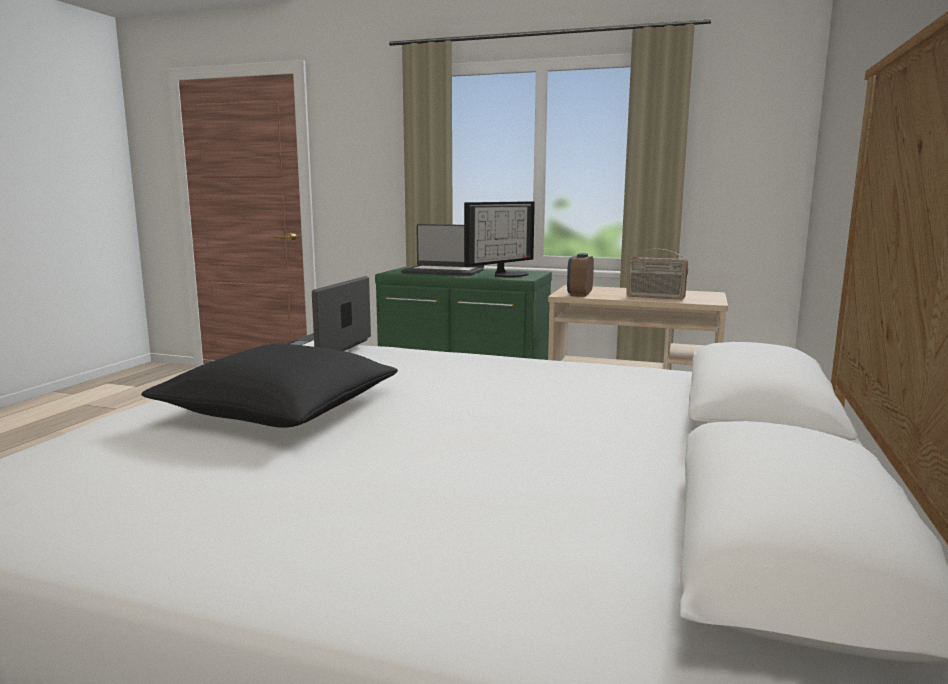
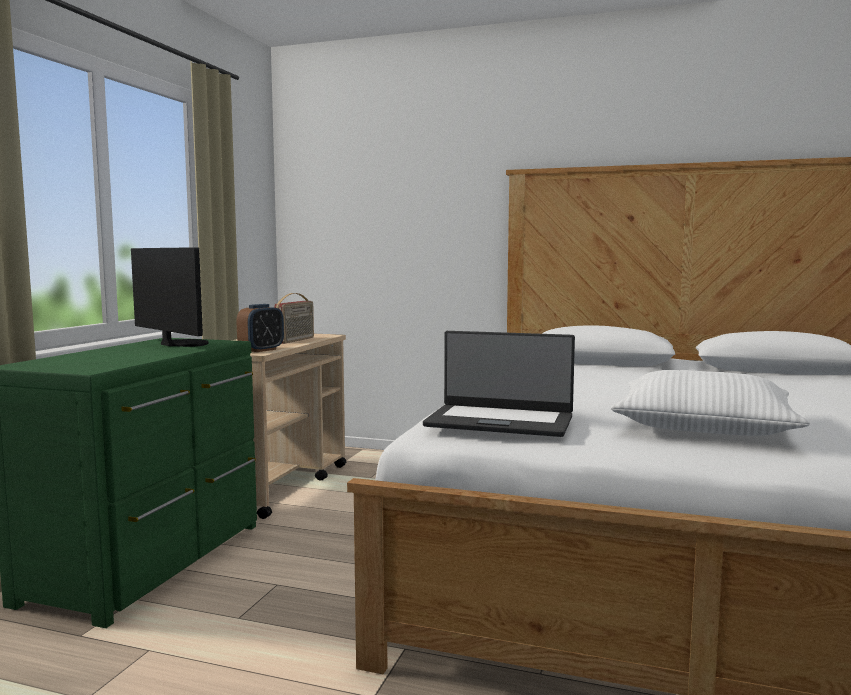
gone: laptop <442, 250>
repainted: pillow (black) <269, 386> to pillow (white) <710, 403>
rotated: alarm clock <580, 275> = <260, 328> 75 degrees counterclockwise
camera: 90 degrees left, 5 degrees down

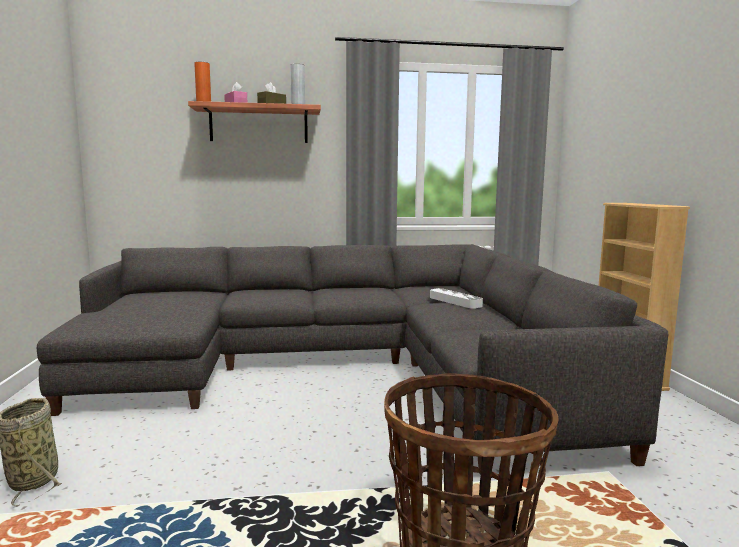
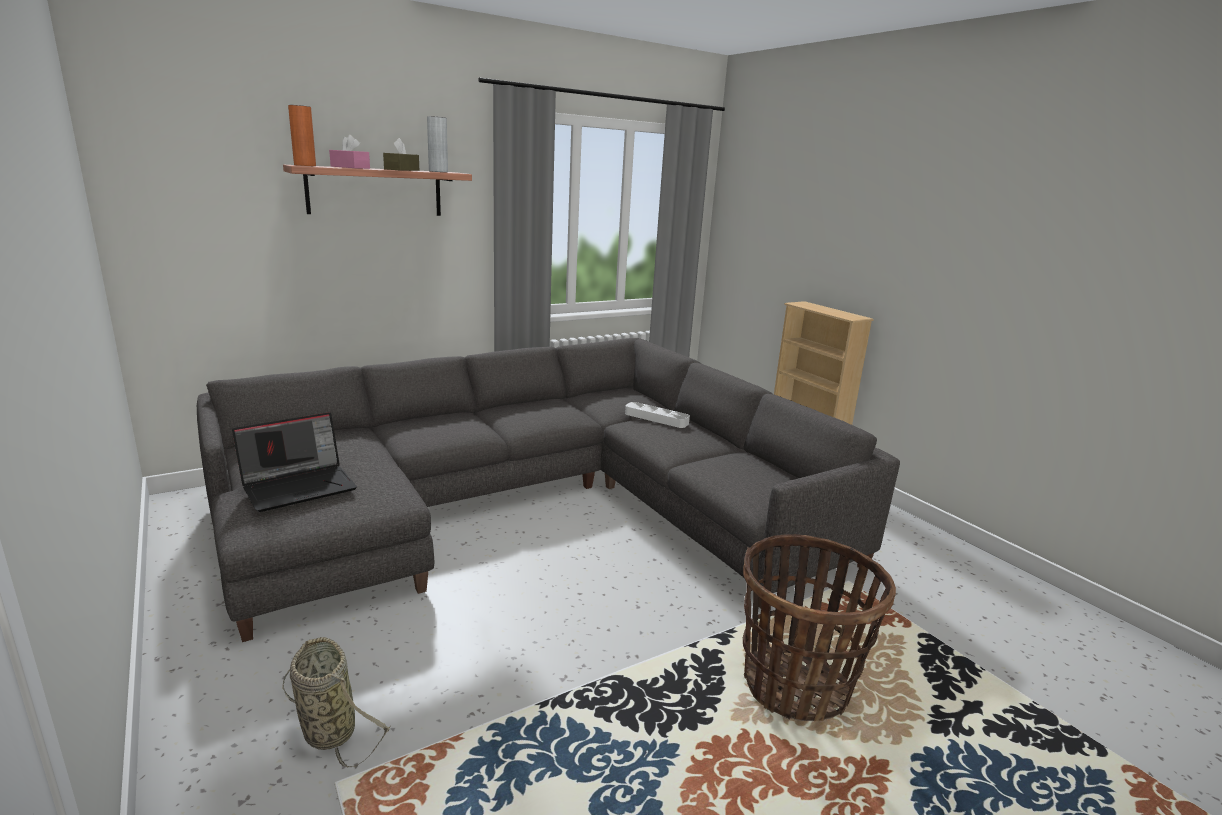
new: laptop <294, 462>
camera: 25 degrees left, 10 degrees up

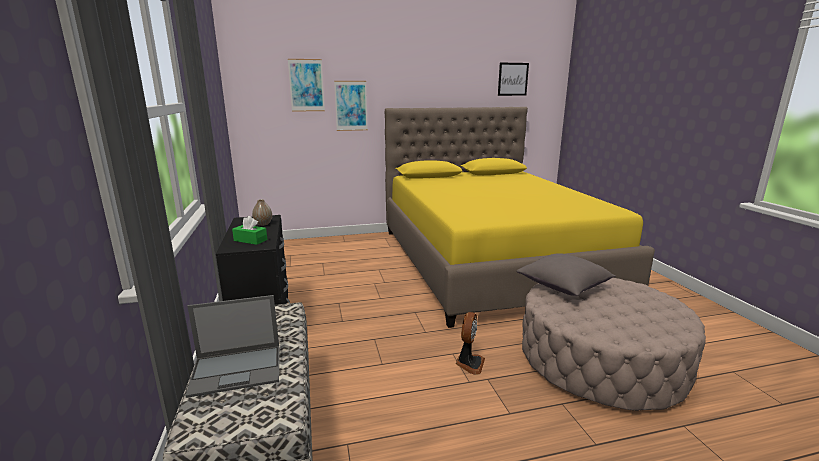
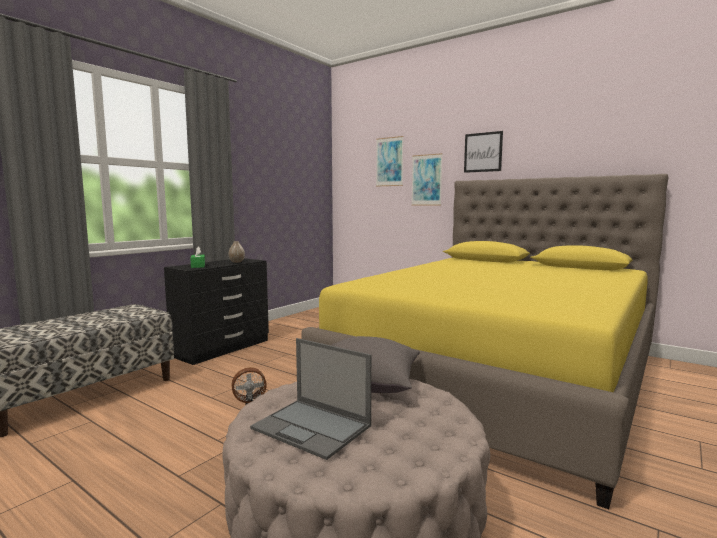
shifted: laptop <232, 346> to <310, 399>; picture <513, 79> to <483, 152>
camera: 50 degrees right, 10 degrees down

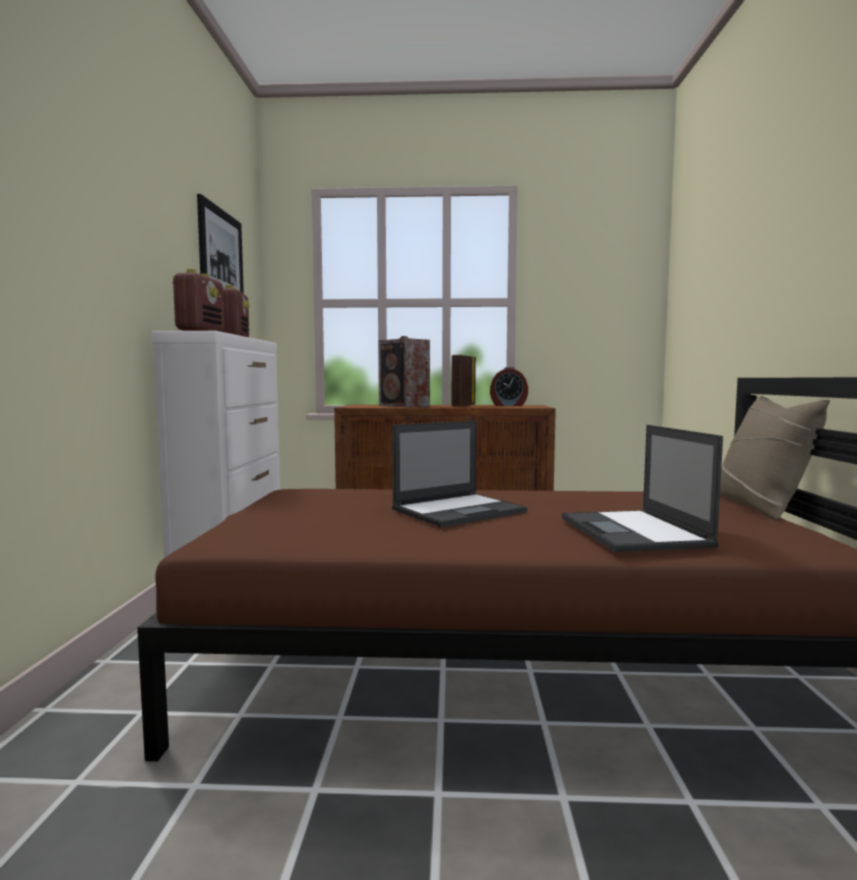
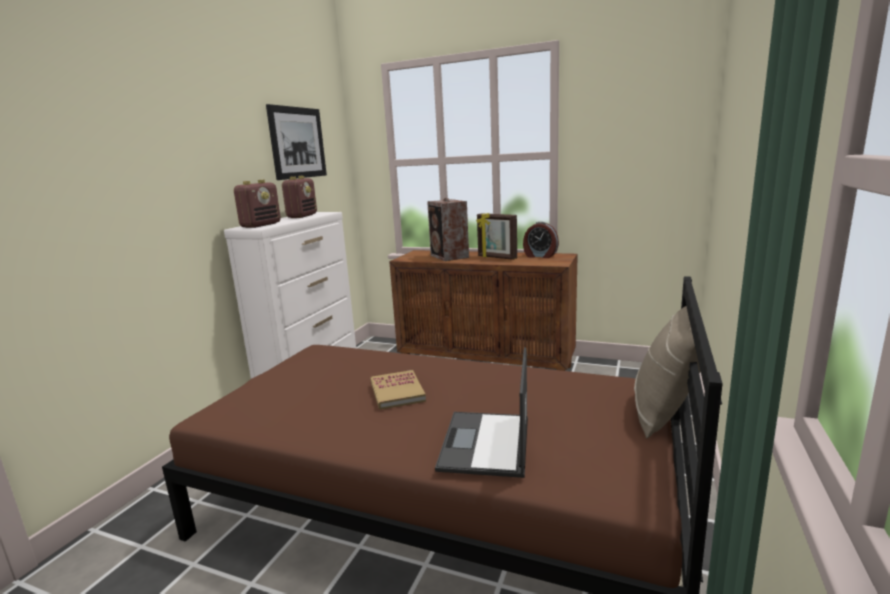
swapped: laptop <459, 474> to book <398, 390>
rotated: picture frame <464, 380> = <496, 236> 90 degrees counterclockwise
camera: 20 degrees right, 10 degrees up

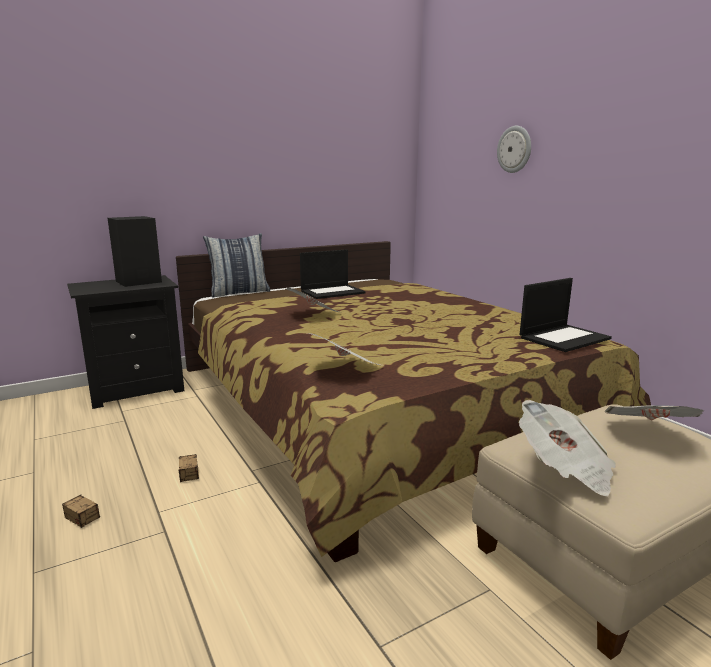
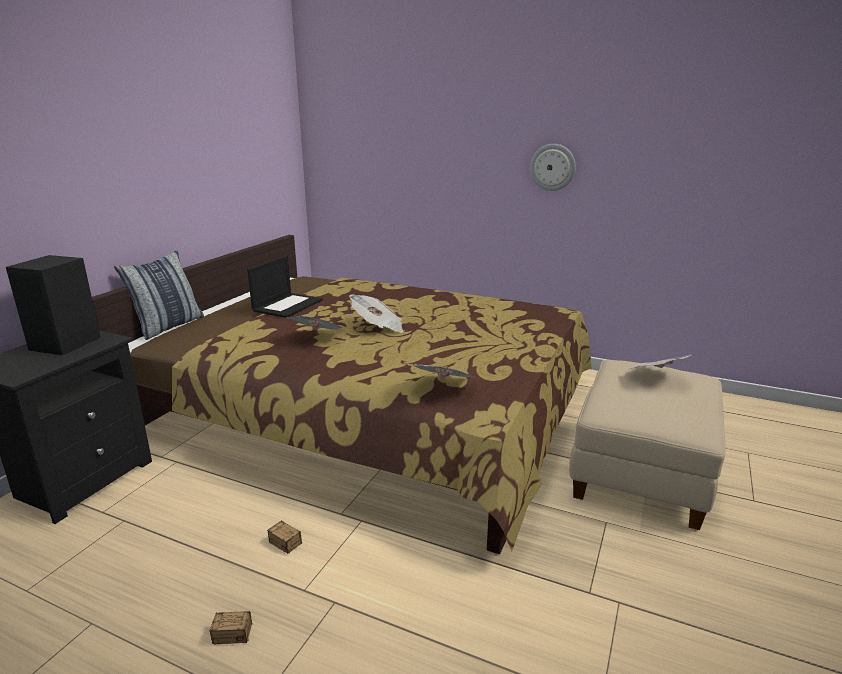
gone: laptop <566, 315>
shifted: newspaper <567, 448> to <376, 313>; wall clock <514, 149> to <553, 167>
camera: 35 degrees left, 5 degrees up

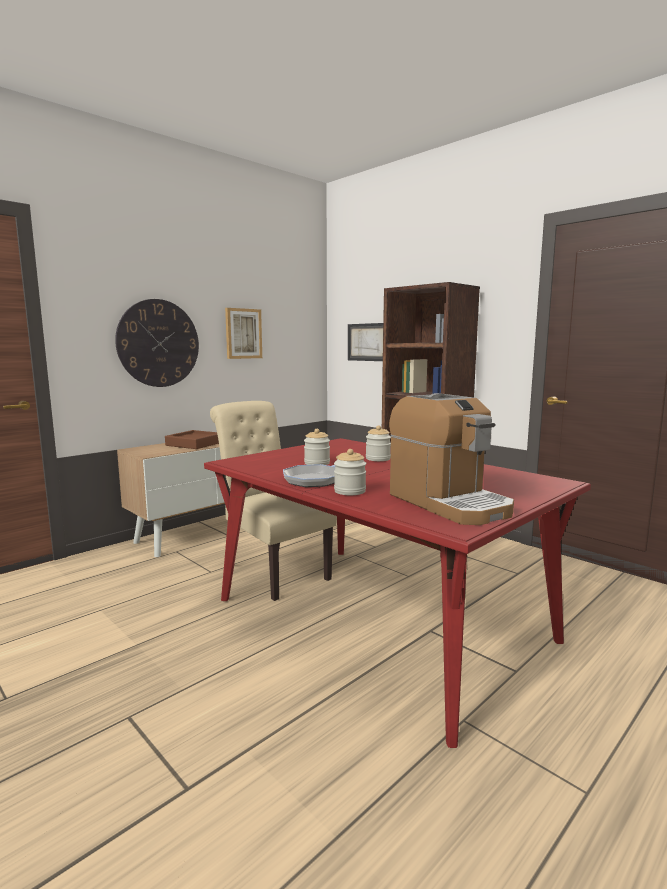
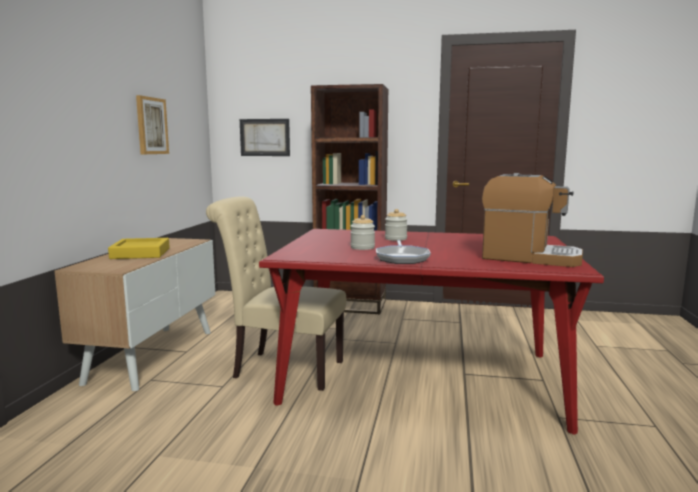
gone: wall clock <157, 343>; jar <350, 472>
repainted: tray (brown) <192, 439> to tray (yellow) <139, 248>
camera: 35 degrees left, 0 degrees up

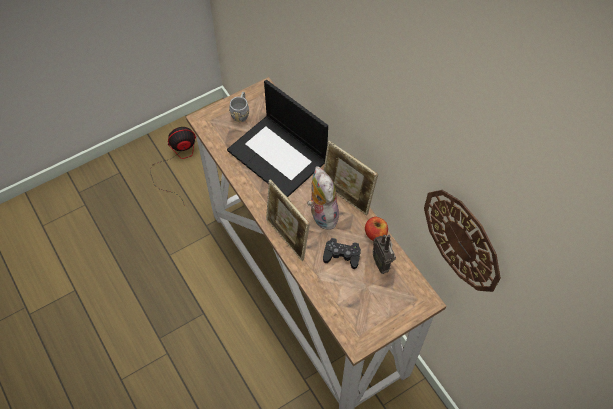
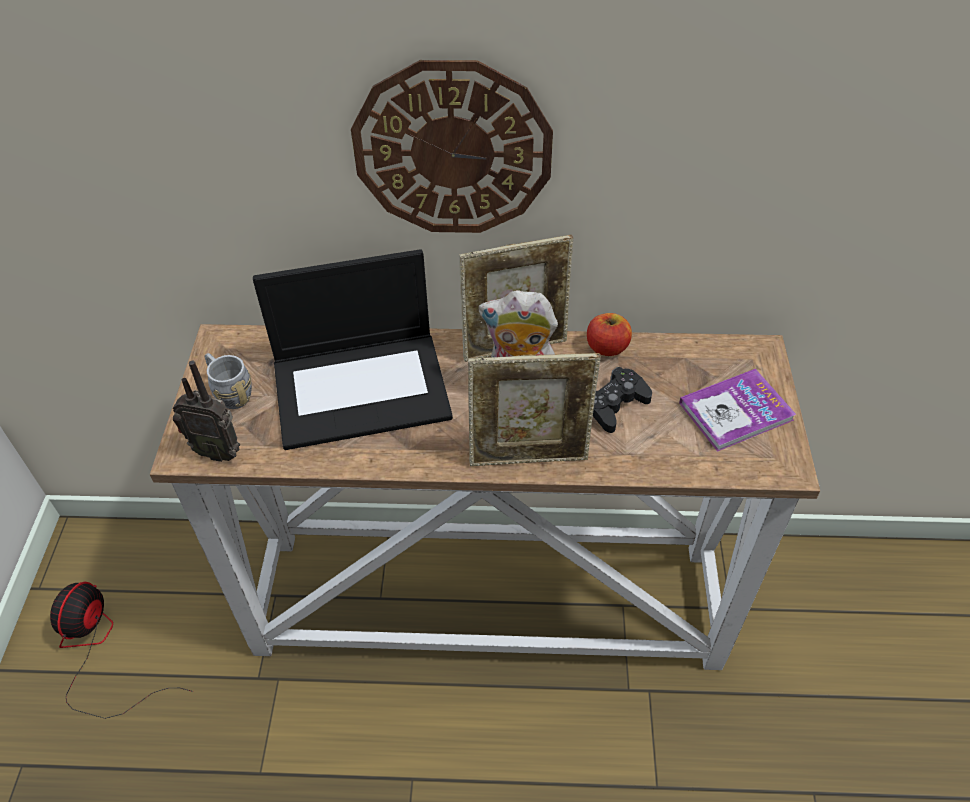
new: book <737, 410>
shifted: radio <384, 254> to <206, 411>; wall clock <462, 241> to <452, 146>
camera: 55 degrees left, 10 degrees down

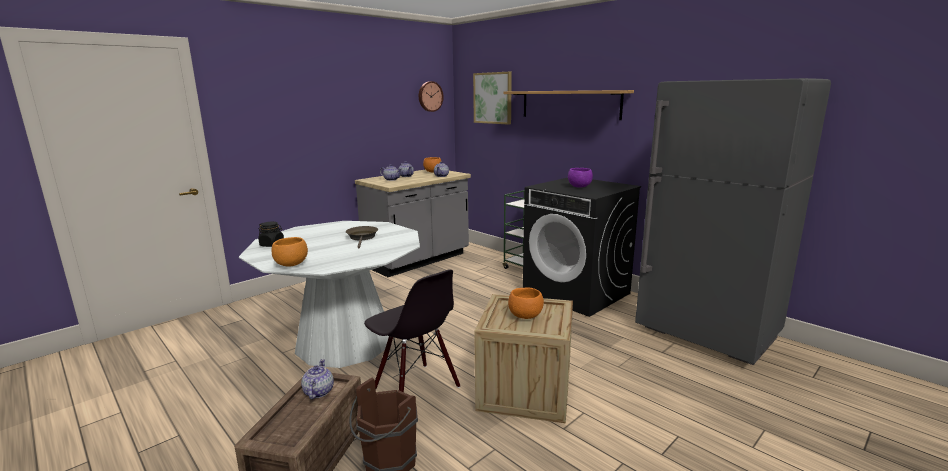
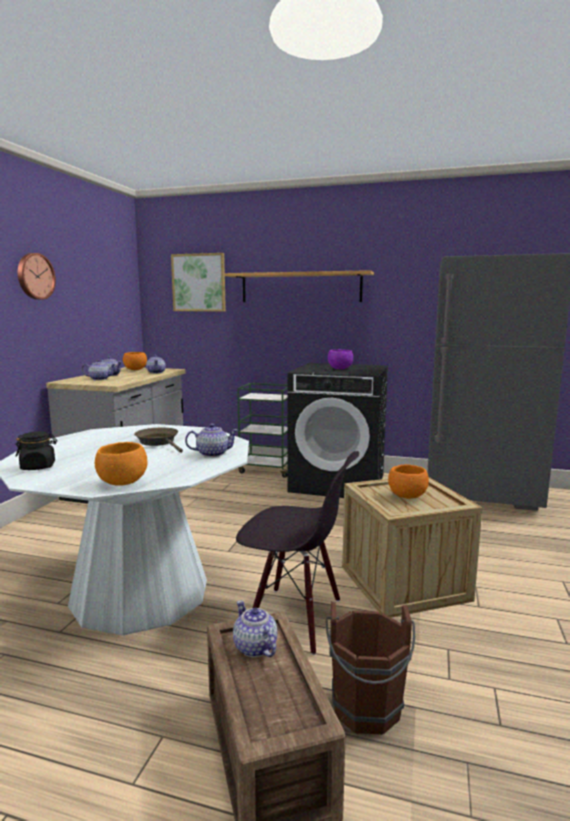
new: teapot <212, 440>
shifted: wall clock <431, 96> to <37, 276>
camera: 30 degrees left, 5 degrees down

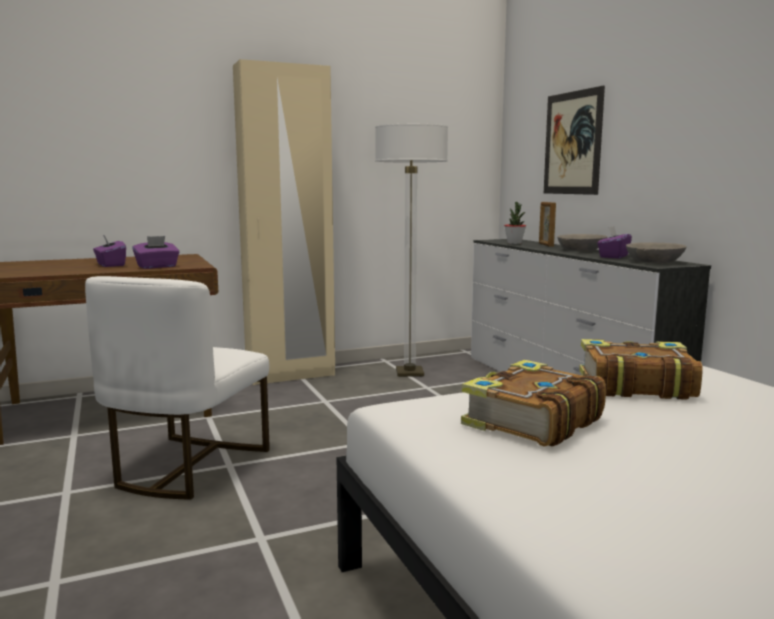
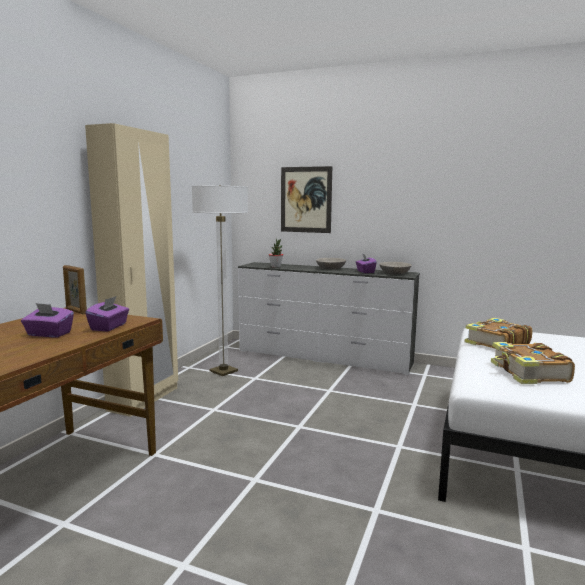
gone: chair (white) <177, 388>
shifted: picture frame <547, 224> to <75, 289>
camera: 45 degrees left, 0 degrees up

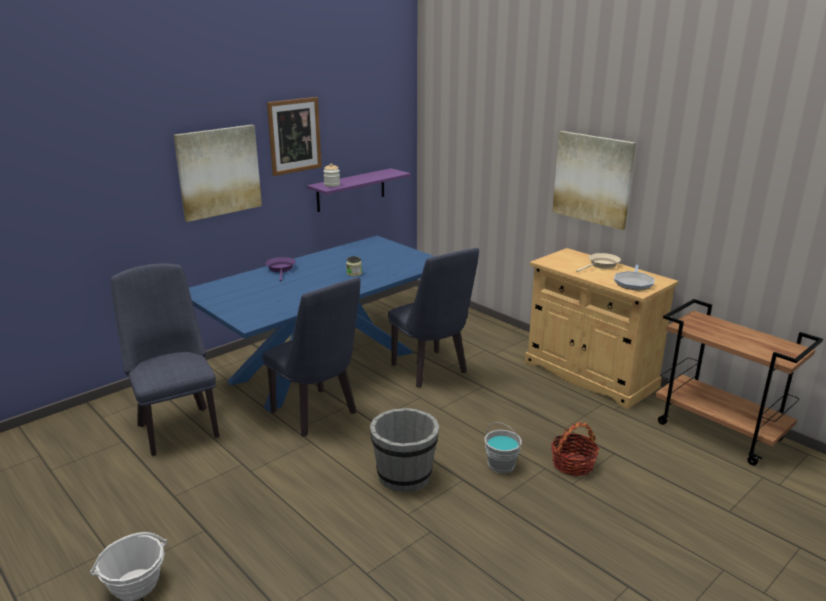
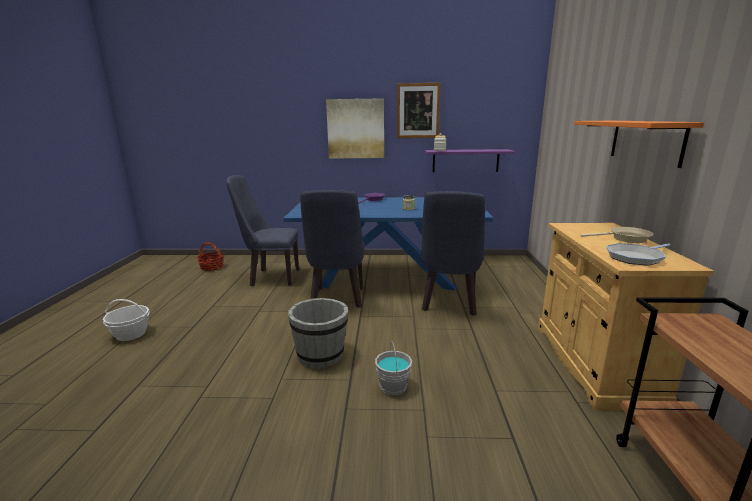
shifted: basket <575, 449> to <210, 256>
swapped: picture <594, 180> to shelf (orange) <639, 144>
rotated: chair (blue) <165, 360> = <262, 231> 105 degrees counterclockwise
camera: 45 degrees right, 5 degrees down

